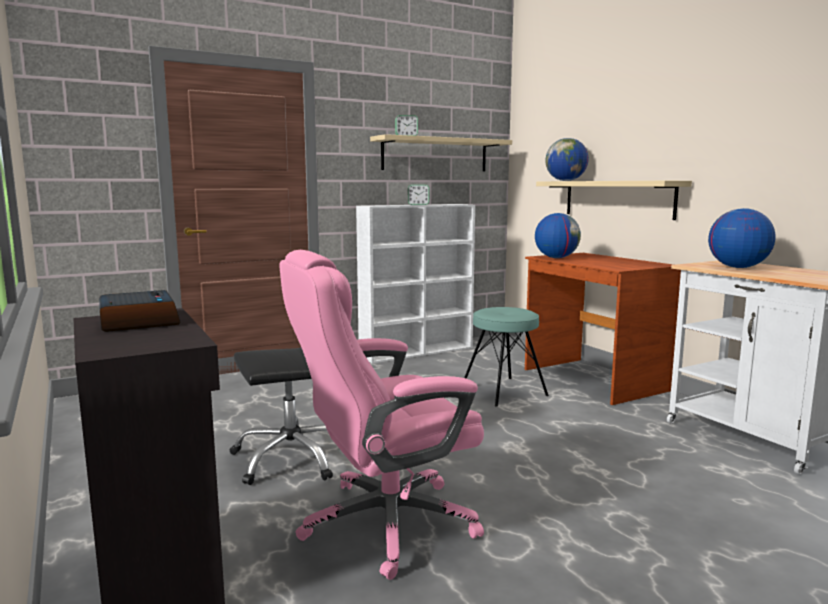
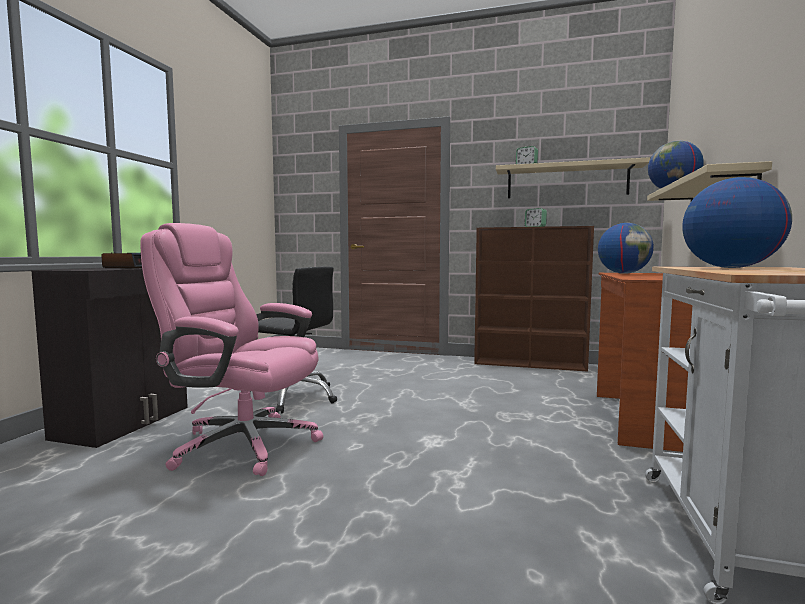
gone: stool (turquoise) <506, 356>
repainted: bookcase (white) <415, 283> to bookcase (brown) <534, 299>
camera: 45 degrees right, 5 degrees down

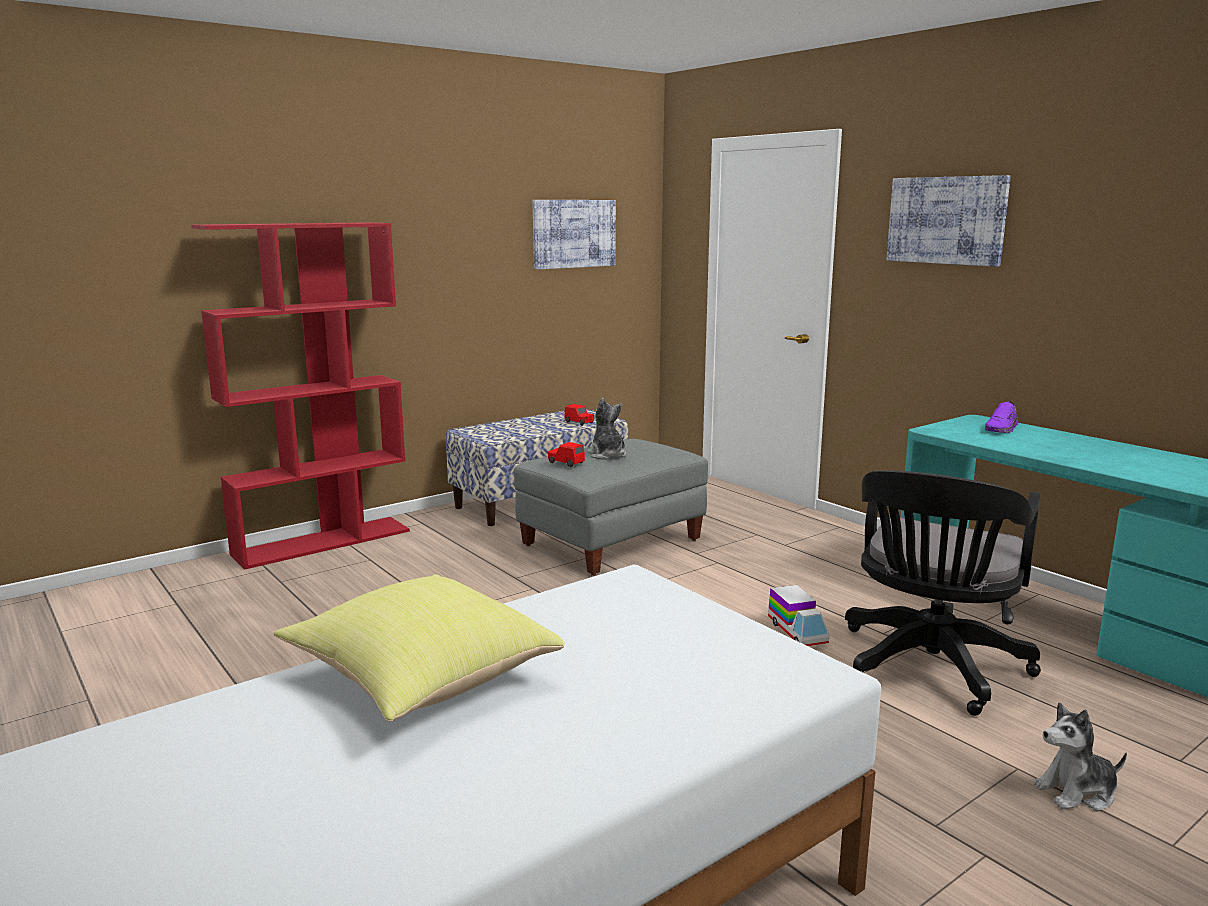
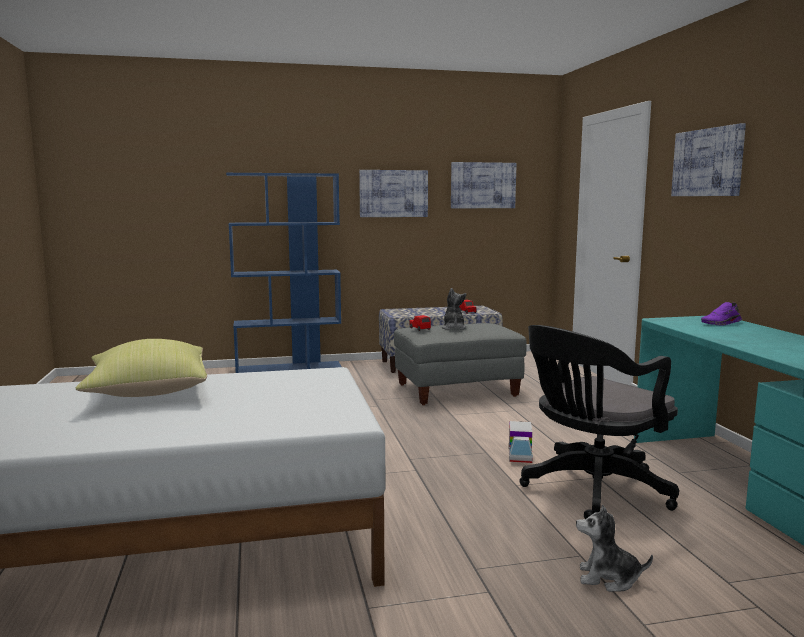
new: picture <393, 193>
repainted: bookcase (red) <300, 396> to bookcase (blue) <283, 273>
camera: 25 degrees right, 5 degrees down

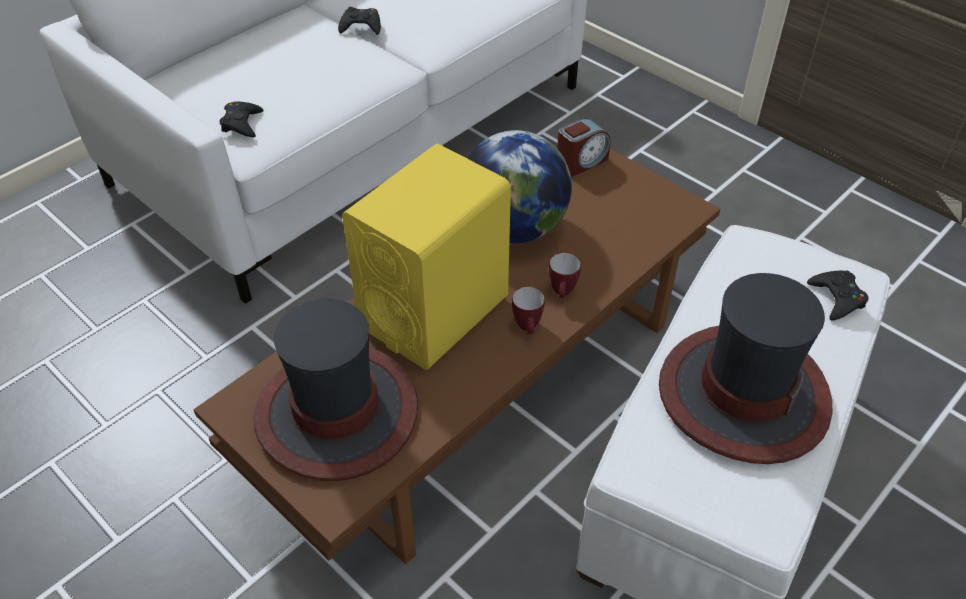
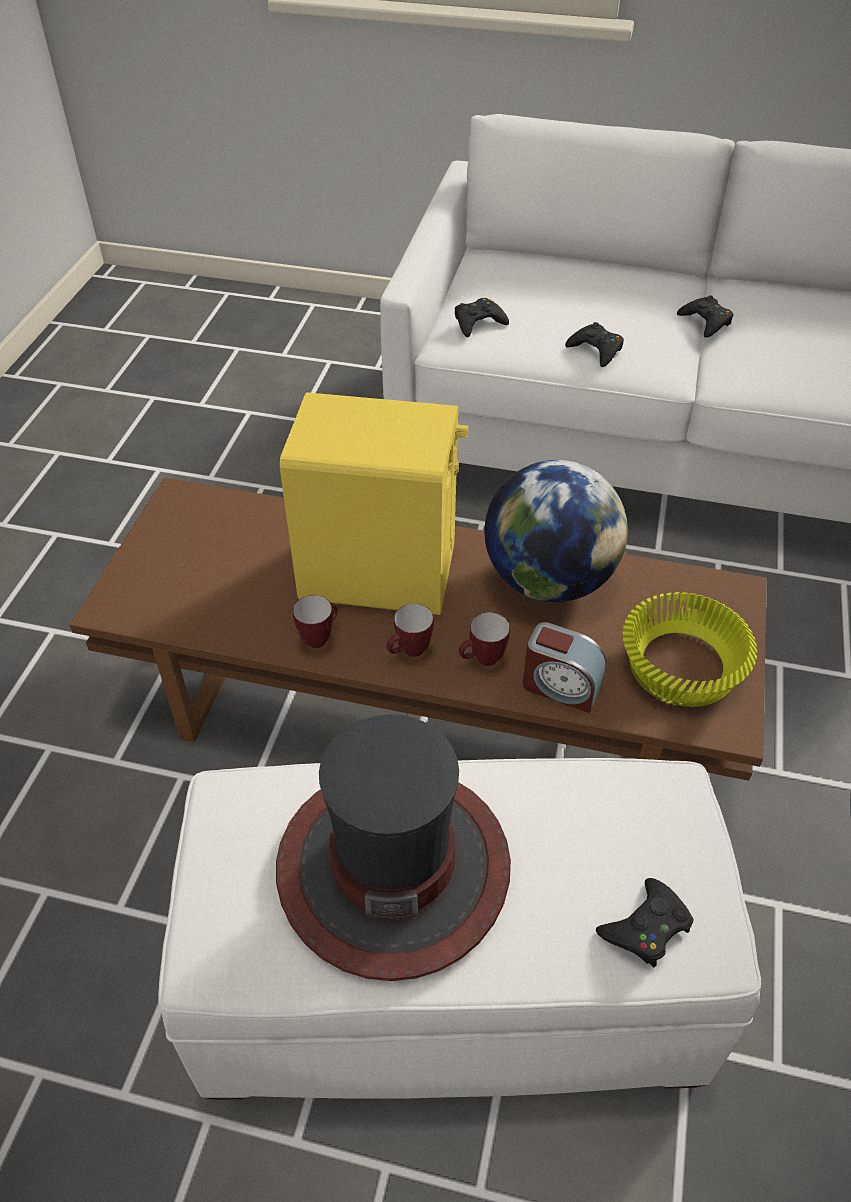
gone: hat <336, 390>
new: mug <315, 621>; game controller (black) <594, 344>; bowl (yellow) <690, 649>
shifted: alarm clock <583, 147> to <564, 667>
camera: 60 degrees right, 0 degrees up

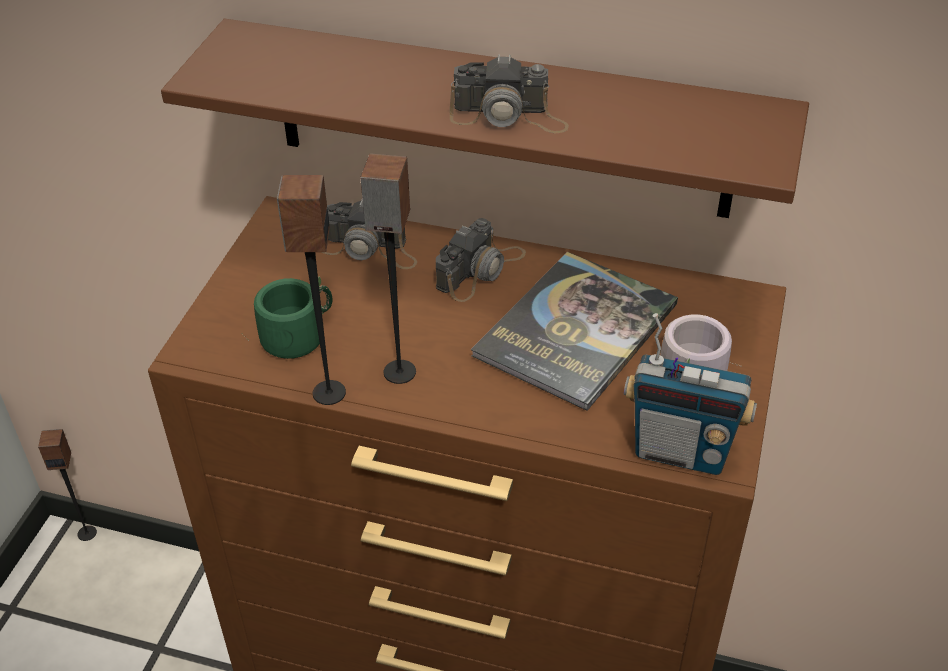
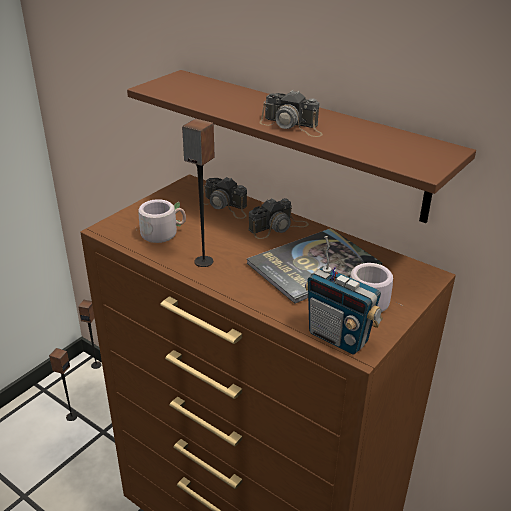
shifted: speaker <311, 290> to <63, 384>
repainted: mug (green) <287, 318> to mug (grey) <161, 221>
camera: 20 degrees right, 10 degrees down

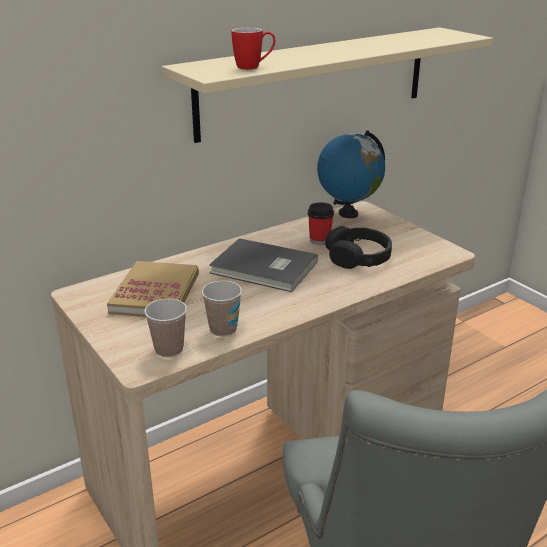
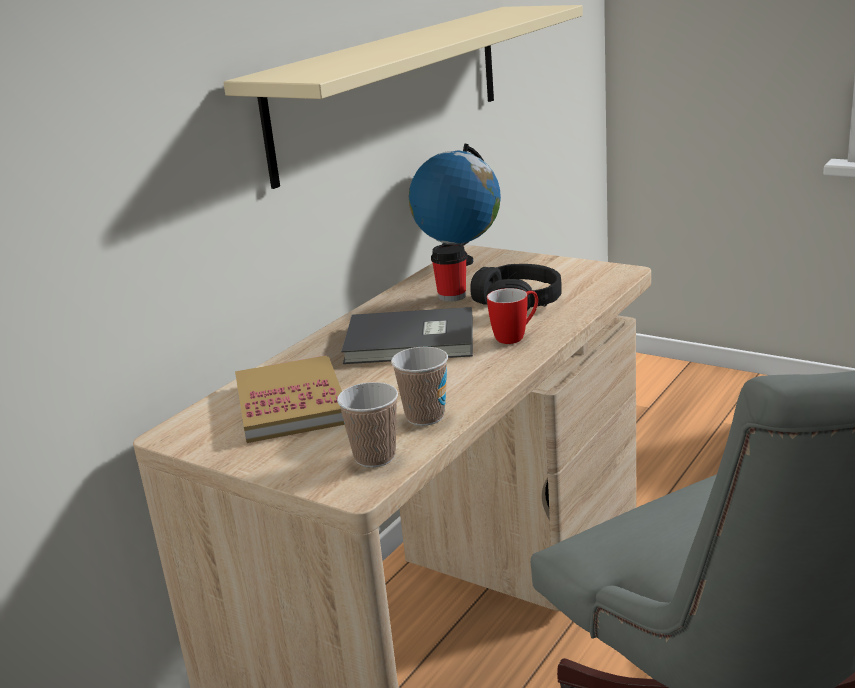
shifted: mug <253, 48> to <512, 316>
camera: 20 degrees left, 5 degrees down

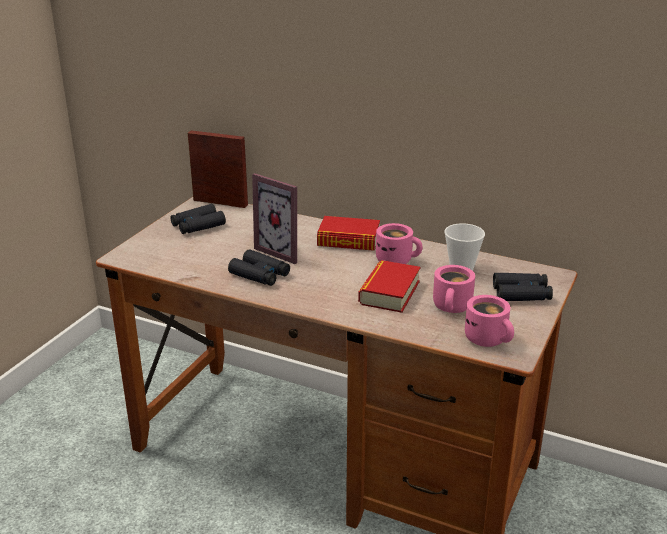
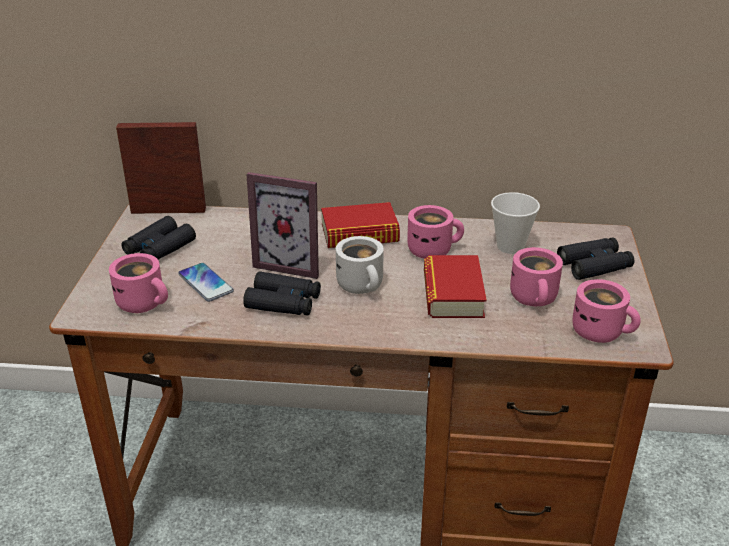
new: mug (pink) <138, 283>; phone <206, 282>; mug (white) <360, 265>
camera: 20 degrees left, 5 degrees up

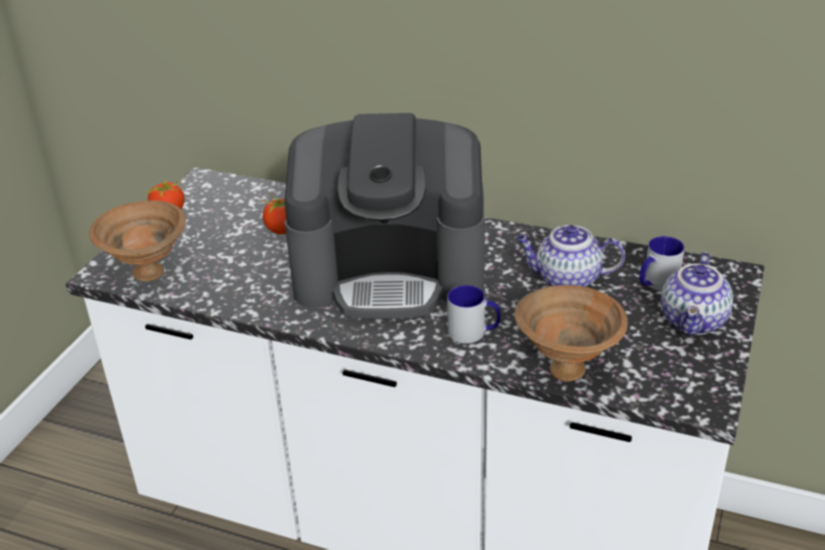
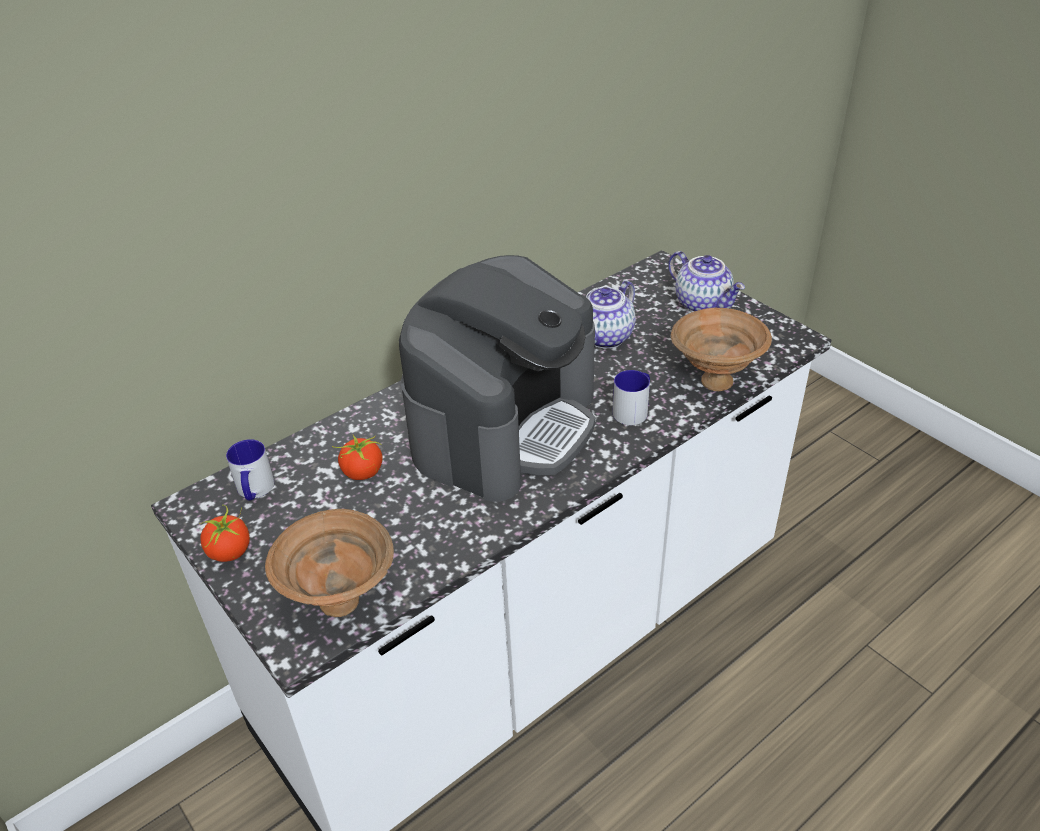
shifted: mug <662, 263> to <250, 469>
camera: 60 degrees left, 5 degrees up

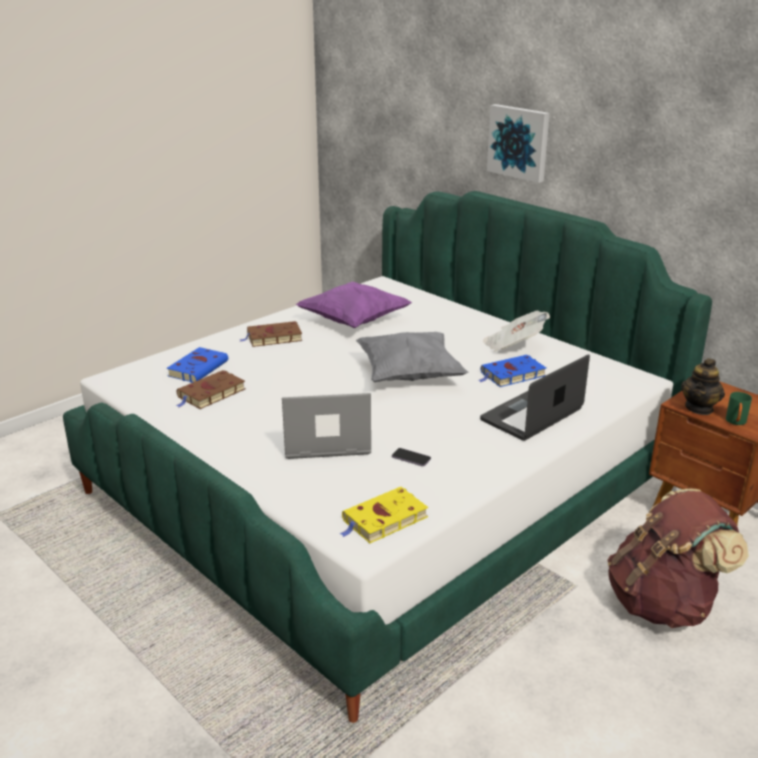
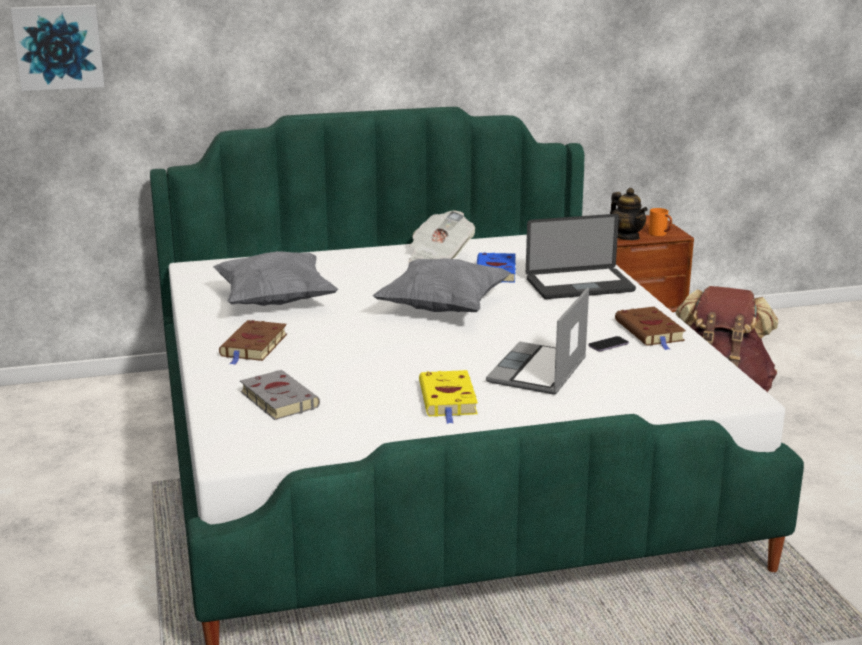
shifted: picture <518, 143> to <58, 48>; book (yellow) <384, 515> to <448, 397>; book (brown) <211, 389> to <650, 328>
repainted: pillow (purple) <354, 305> to pillow (grey) <276, 278>; book (blue) <197, 365> to book (grey) <280, 395>; mug (green) <739, 408> to mug (orange) <660, 222>
rotated: laptop <535, 397> = <581, 256> 90 degrees counterclockwise
camera: 60 degrees left, 5 degrees down

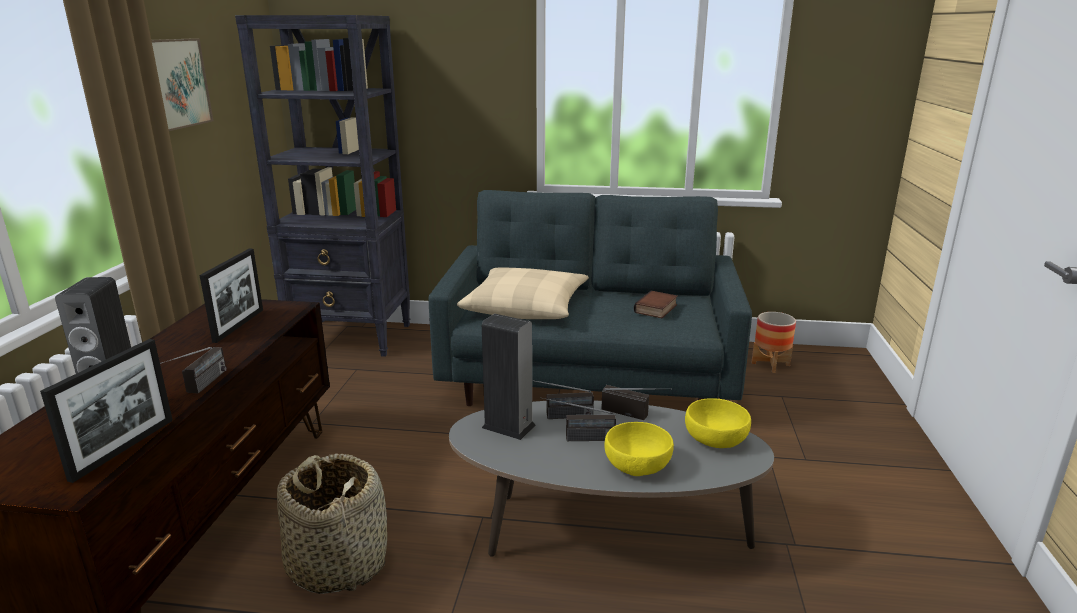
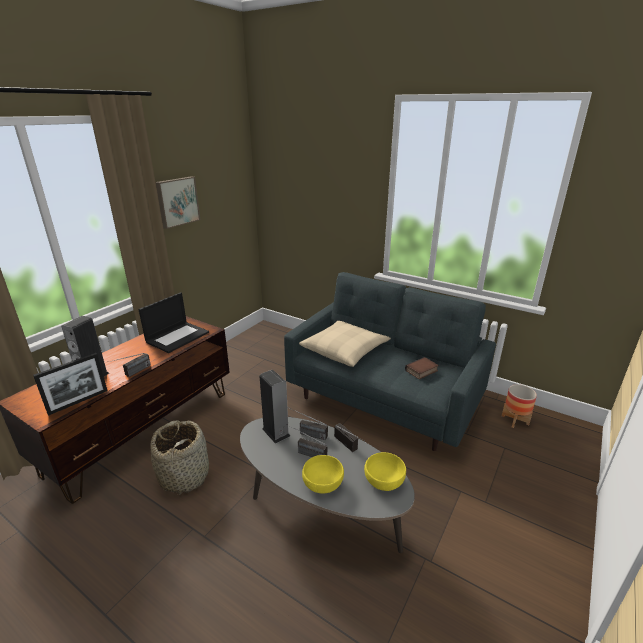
gone: bookcase (black) <322, 186>
swapped: picture frame <231, 296> to laptop <173, 322>
camera: 25 degrees right, 5 degrees up

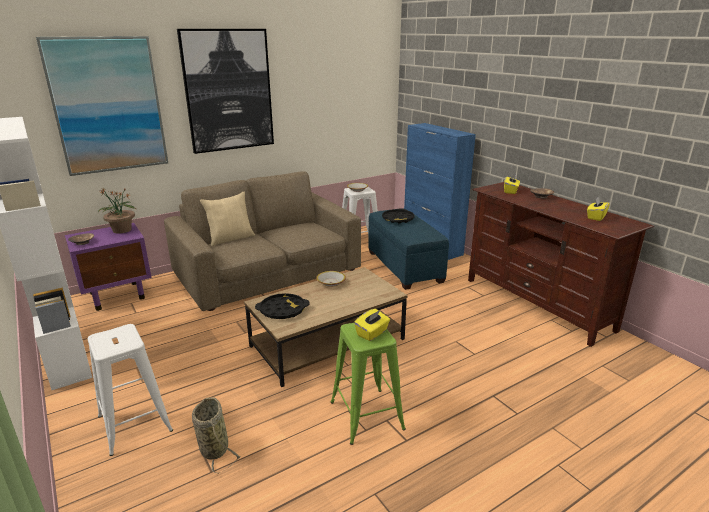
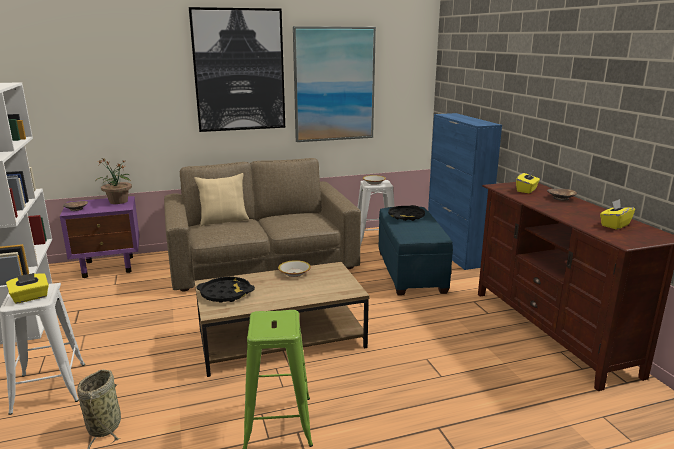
shifted: tissue box (yellow) <372, 325> to <27, 288>; picture <102, 106> to <334, 84>
camera: 15 degrees right, 5 degrees down

